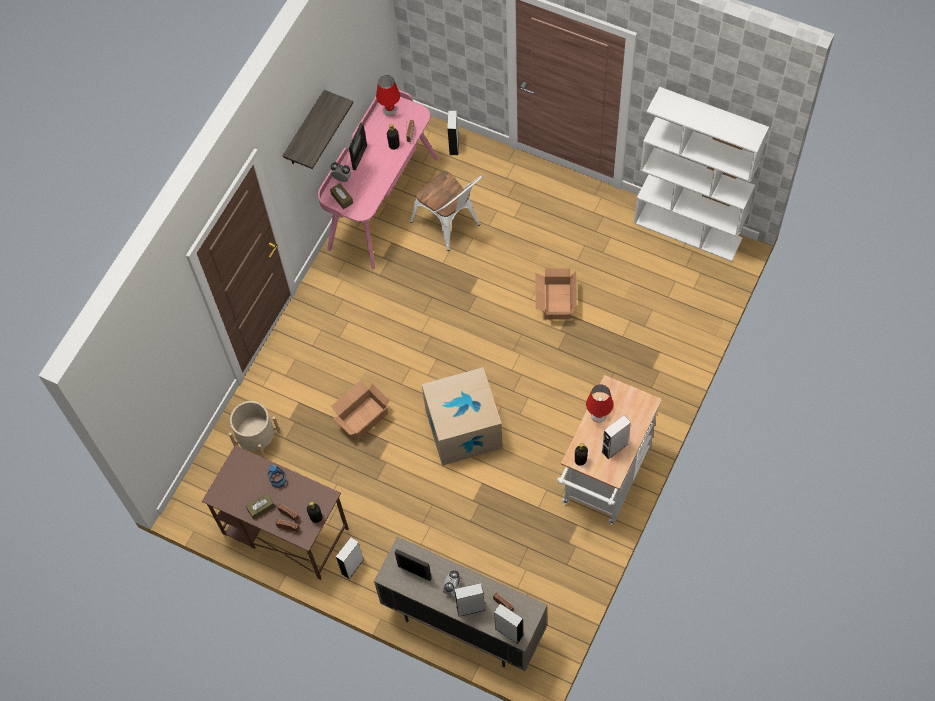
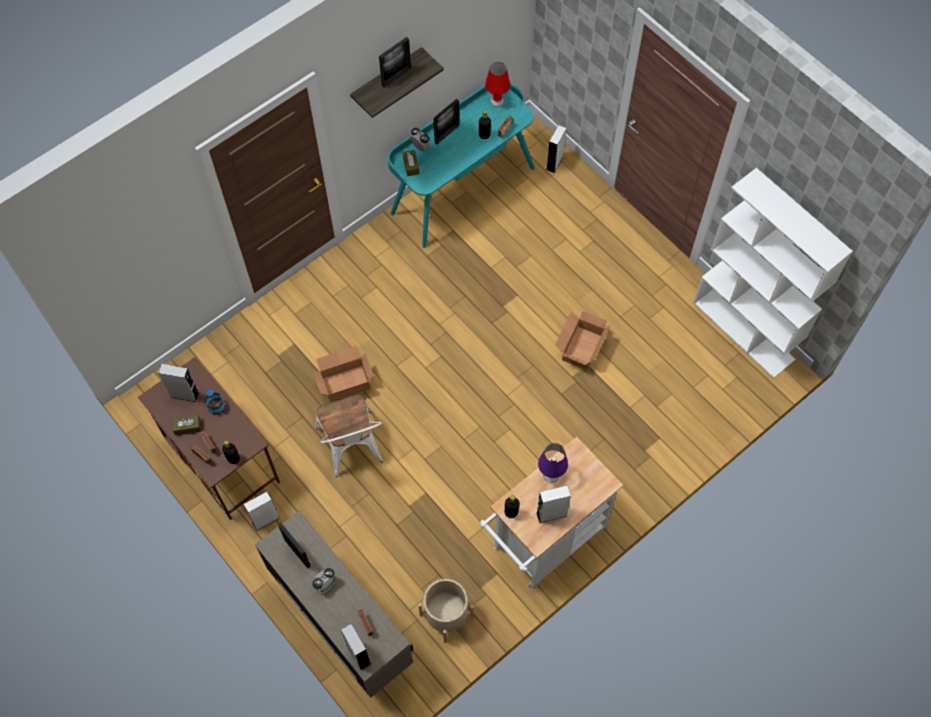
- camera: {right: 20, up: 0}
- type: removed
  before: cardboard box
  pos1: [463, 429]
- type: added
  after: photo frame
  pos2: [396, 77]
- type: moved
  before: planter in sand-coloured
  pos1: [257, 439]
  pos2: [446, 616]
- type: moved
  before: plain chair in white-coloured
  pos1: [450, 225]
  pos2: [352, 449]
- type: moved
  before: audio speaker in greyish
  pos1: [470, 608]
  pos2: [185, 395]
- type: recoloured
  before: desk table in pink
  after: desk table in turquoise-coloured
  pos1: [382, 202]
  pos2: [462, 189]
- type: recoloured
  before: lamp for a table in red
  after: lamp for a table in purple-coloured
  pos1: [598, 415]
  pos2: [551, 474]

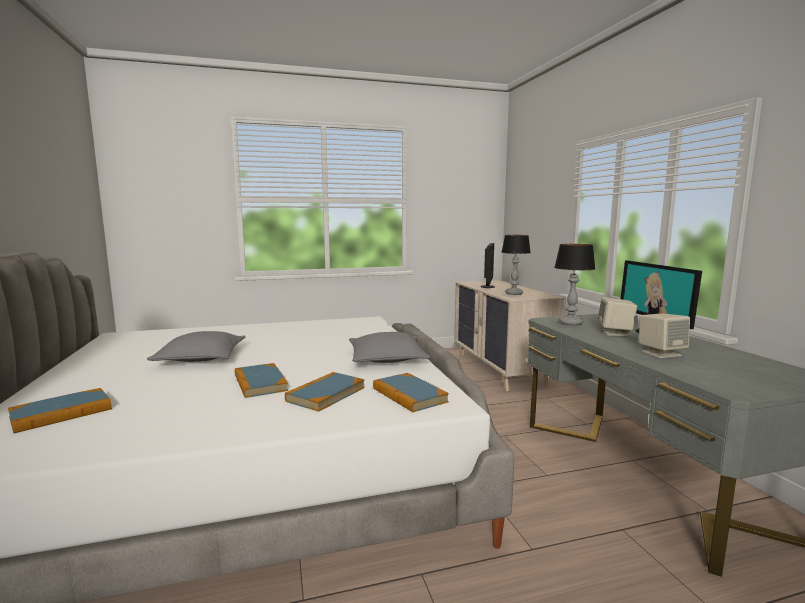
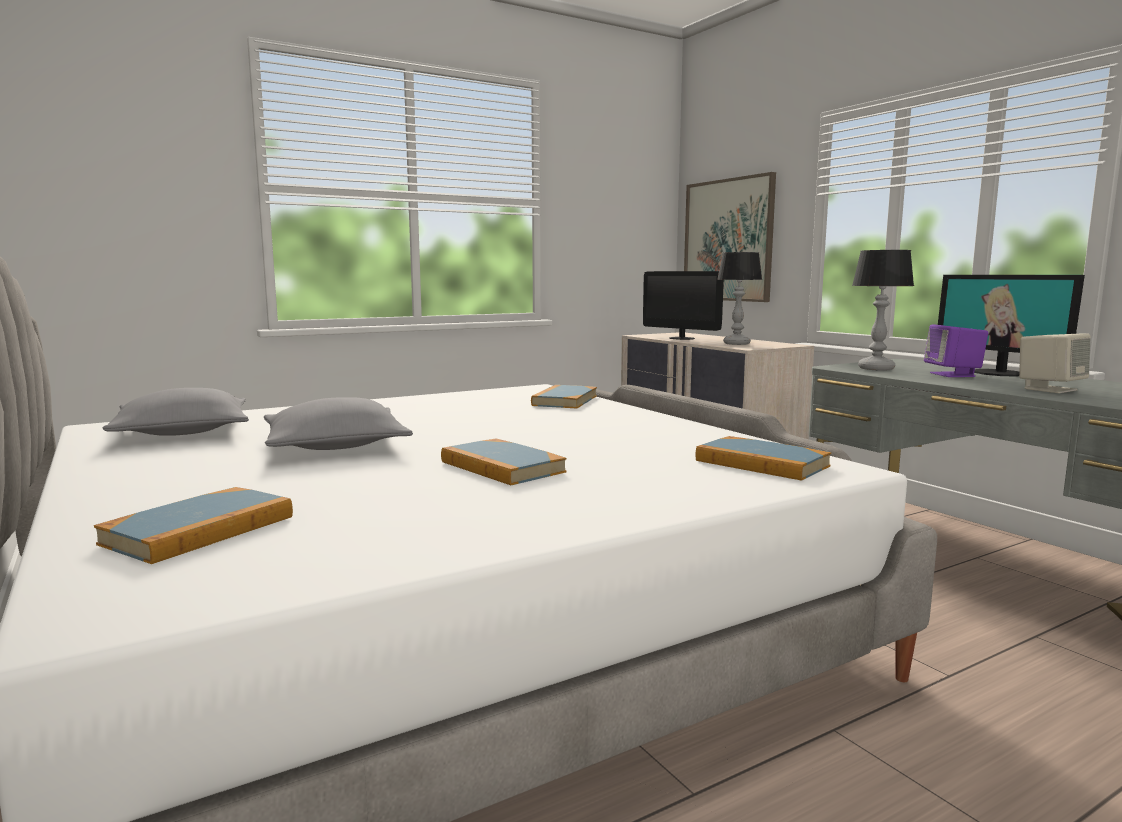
- camera: {right: -15, up: 0}
- type: added
  after: picture
  pos2: [728, 240]
- type: moved
  before: bound book
  pos1: [326, 394]
  pos2: [564, 400]
- type: moved
  before: throw pillow in greyish
  pos1: [387, 359]
  pos2: [183, 432]
- type: recoloured
  before: audio speaker in sand-coloured
  after: audio speaker in purple-coloured
  pos1: [615, 333]
  pos2: [953, 375]
- type: turned
  before: computer screen
  pos1: [487, 286]
  pos2: [682, 338]
  turn: 135

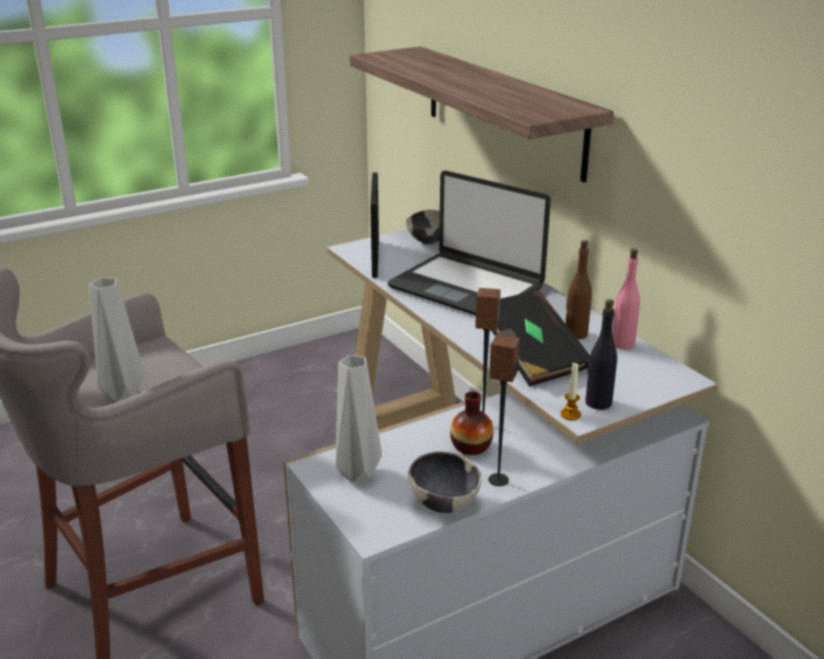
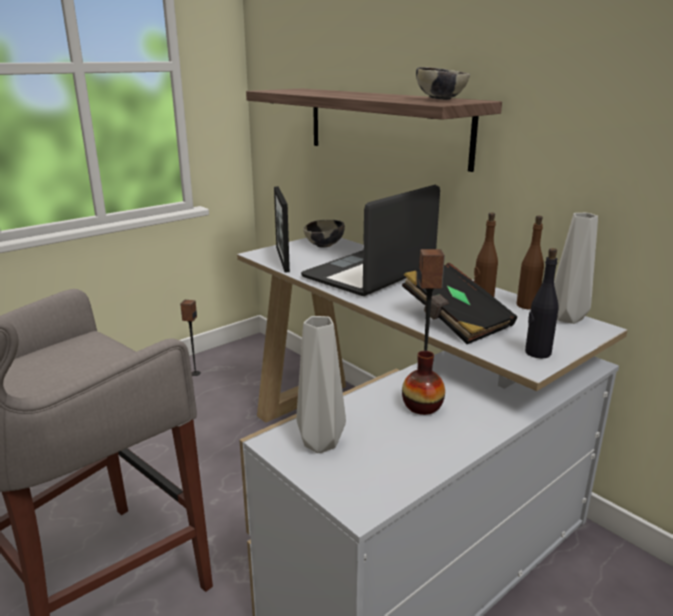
- camera: {right: -10, up: -5}
- type: removed
  before: wax candle
  pos1: [570, 414]
- type: moved
  before: vase in greyish
  pos1: [124, 394]
  pos2: [569, 318]
- type: moved
  before: deep dish
  pos1: [444, 503]
  pos2: [440, 99]
- type: moved
  before: audio speaker
  pos1: [498, 480]
  pos2: [195, 373]
- type: recoloured
  before: drink bottle in pink
  after: drink bottle in brown-coloured
  pos1: [623, 344]
  pos2: [527, 305]
- type: turned
  before: notebook computer
  pos1: [467, 287]
  pos2: [370, 274]
  turn: 105

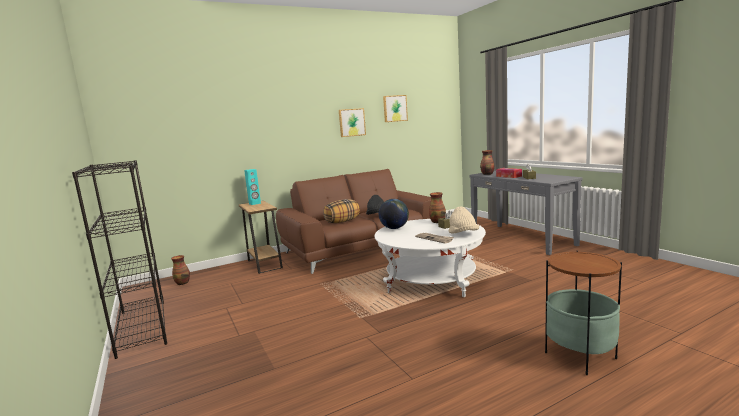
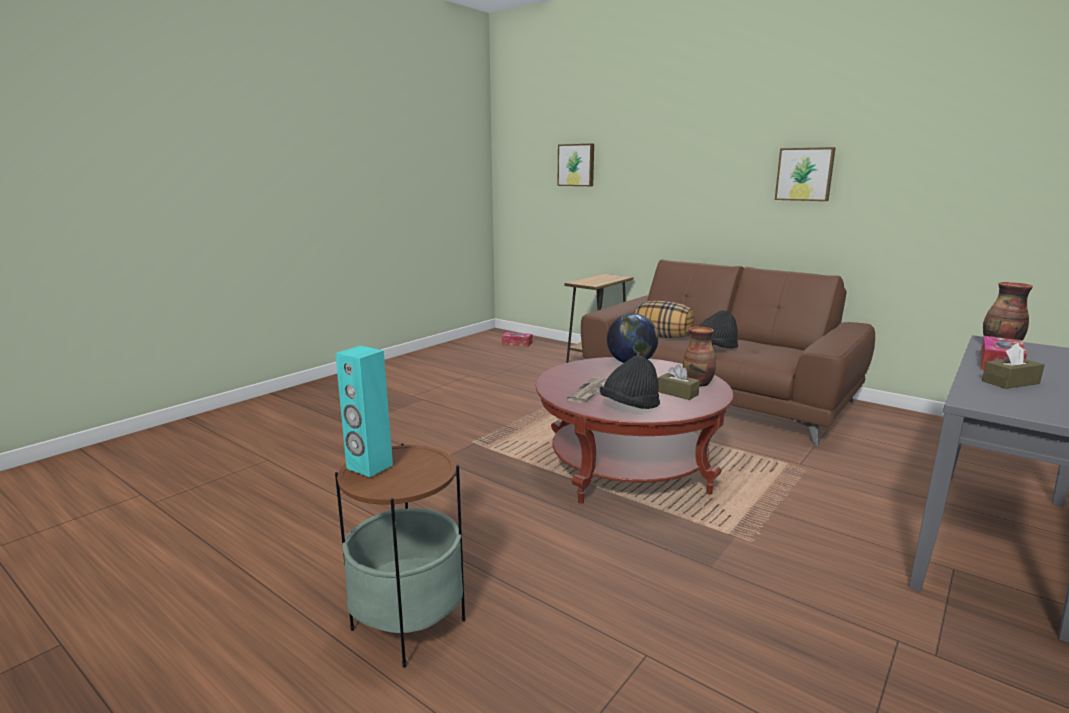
- camera: {right: 65, up: 5}
- type: removed
  before: shelving unit in blackish
  pos1: [142, 327]
- type: moved
  before: audio speaker in turquoise-coloured
  pos1: [255, 203]
  pos2: [369, 467]
- type: moved
  before: picture
  pos1: [394, 108]
  pos2: [576, 165]
- type: replaced
  before: vase
  after: tissue box
  pos1: [183, 283]
  pos2: [517, 343]
- type: recoloured
  before: lounge table in white-coloured
  after: lounge table in red
  pos1: [431, 280]
  pos2: [628, 467]
- type: recoloured
  before: clothing hat in sand-coloured
  after: clothing hat in blackish
  pos1: [463, 234]
  pos2: [629, 407]

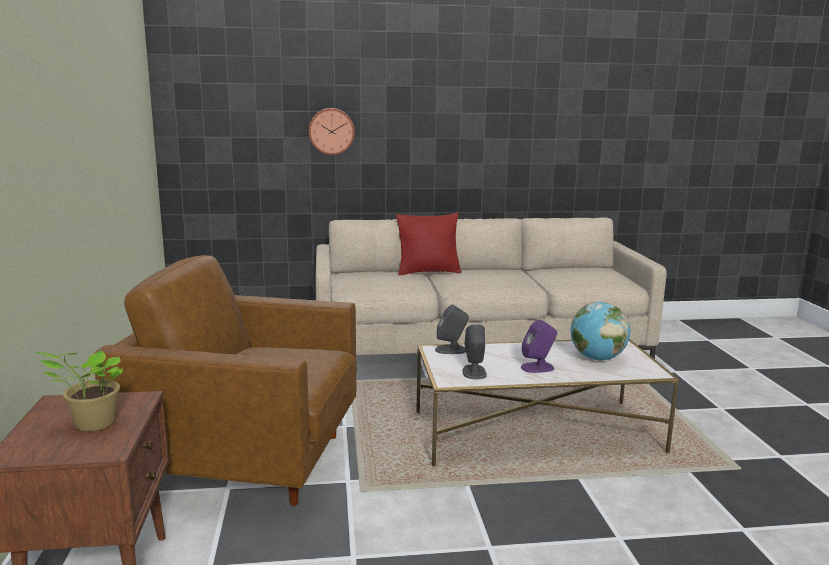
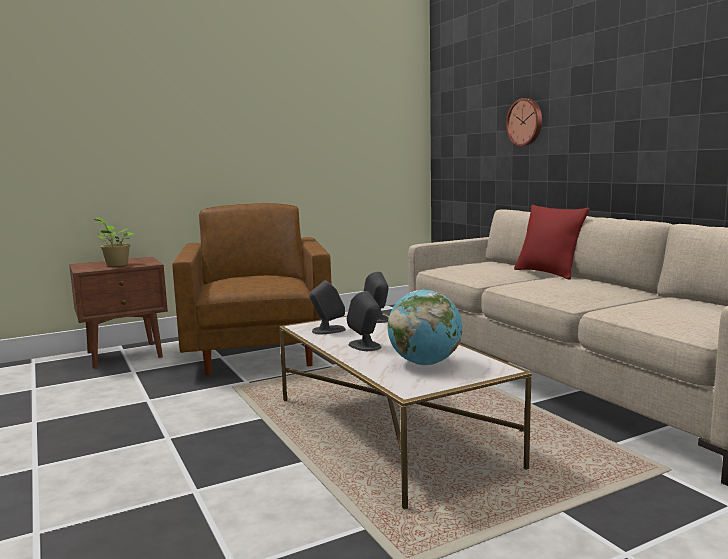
- camera: {right: 70, up: -5}
- type: recoloured
  before: audio speaker in purple-coloured
  after: audio speaker in greyish
  pos1: [538, 367]
  pos2: [365, 346]

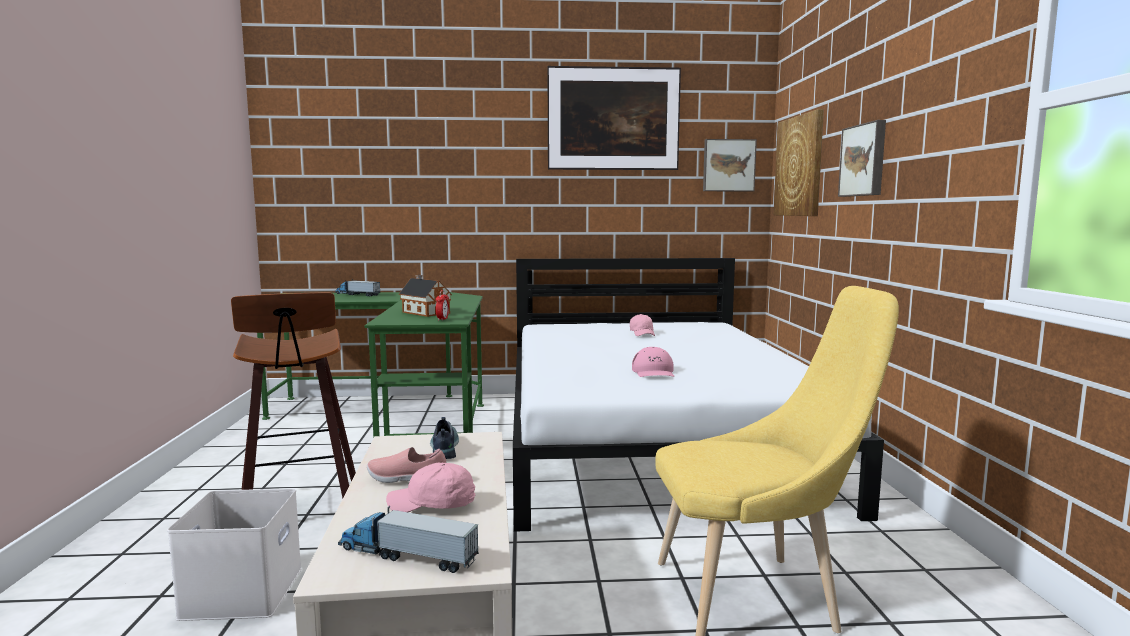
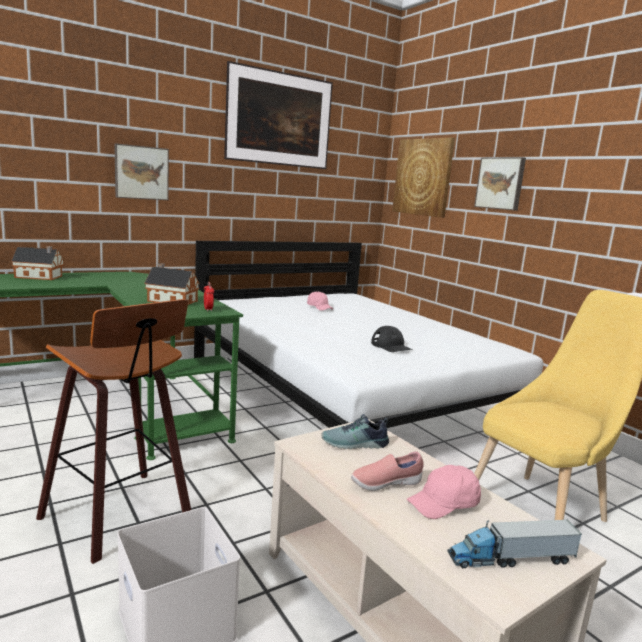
- camera: {right: -30, up: 5}
- type: moved
  before: picture
  pos1: [728, 165]
  pos2: [141, 172]
- type: replaced
  before: model truck
  after: miniature house
  pos1: [357, 294]
  pos2: [40, 277]
- type: recoloured
  before: cap in pink
  after: cap in blackish
  pos1: [653, 372]
  pos2: [391, 346]
- type: turned
  before: item of footwear
  pos1: [443, 449]
  pos2: [355, 444]
  turn: -60

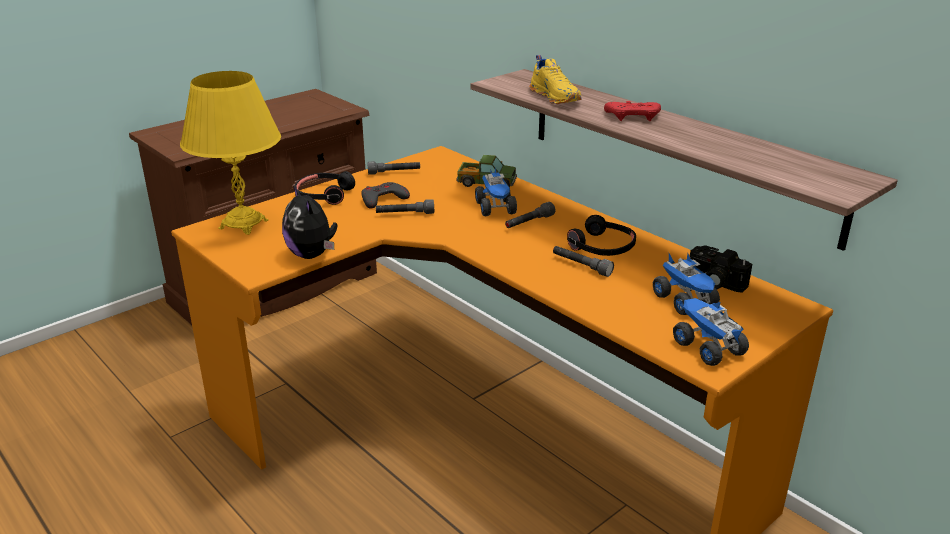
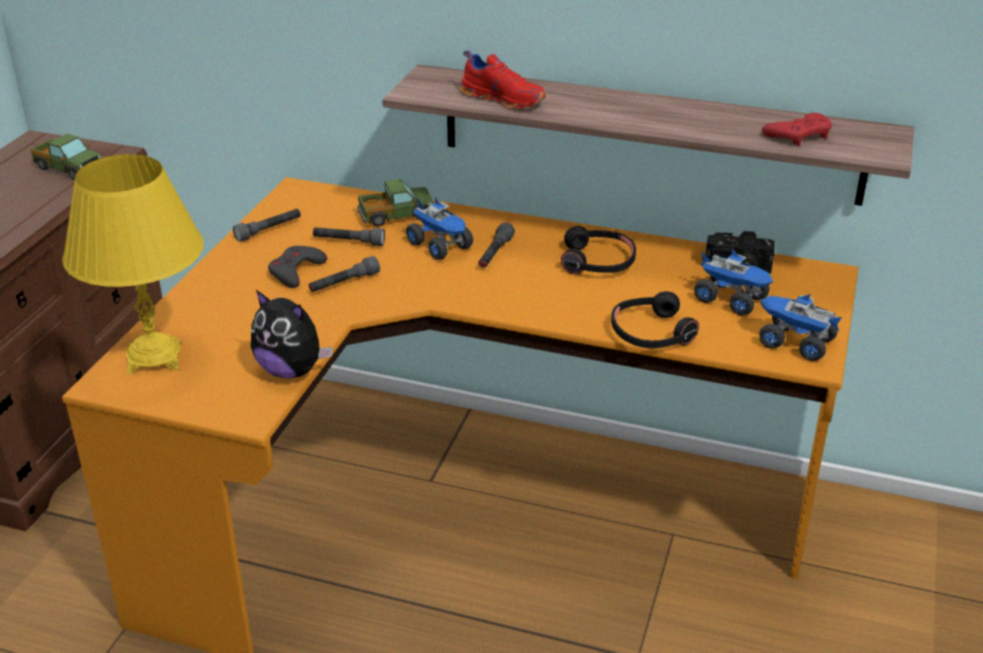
- camera: {right: -30, up: 5}
- type: added
  after: model truck
  pos2: [69, 169]
- type: moved
  before: pair of headphones in blackish
  pos1: [324, 195]
  pos2: [651, 333]
- type: moved
  before: torch in greyish
  pos1: [581, 266]
  pos2: [348, 242]
- type: moved
  before: gamepad in red
  pos1: [633, 116]
  pos2: [799, 135]
- type: recoloured
  before: item of footwear in yellow-coloured
  after: item of footwear in red
  pos1: [556, 97]
  pos2: [504, 99]

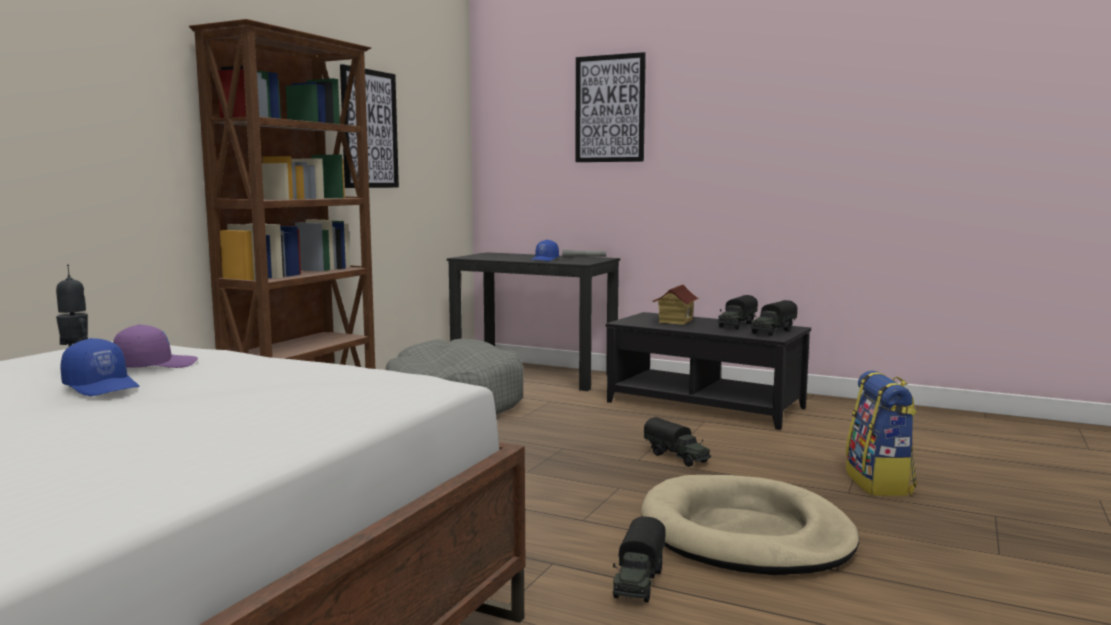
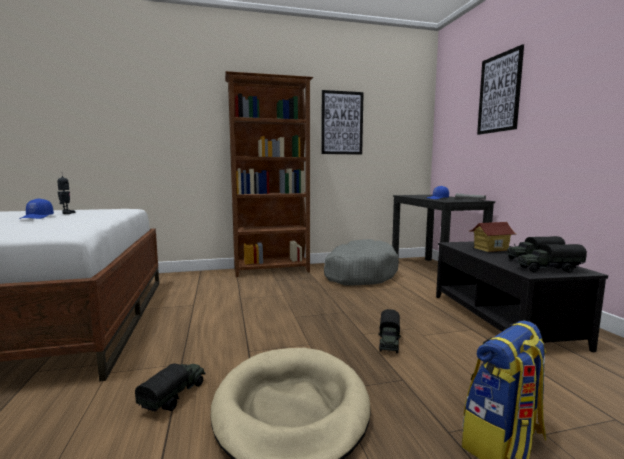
- camera: {right: 50, up: 0}
- type: removed
  before: cap in purple-coloured
  pos1: [155, 365]
- type: turned
  before: model truck
  pos1: [638, 581]
  pos2: [175, 396]
  turn: 135

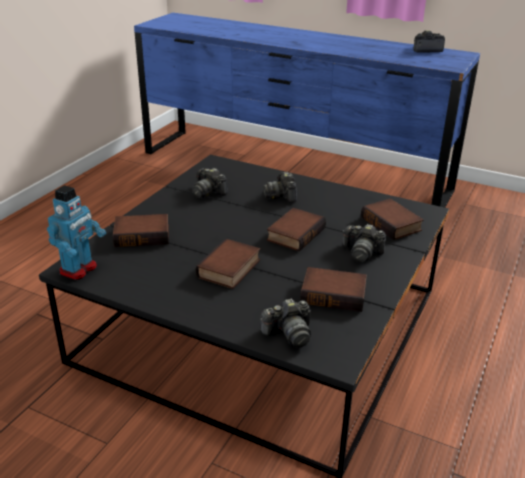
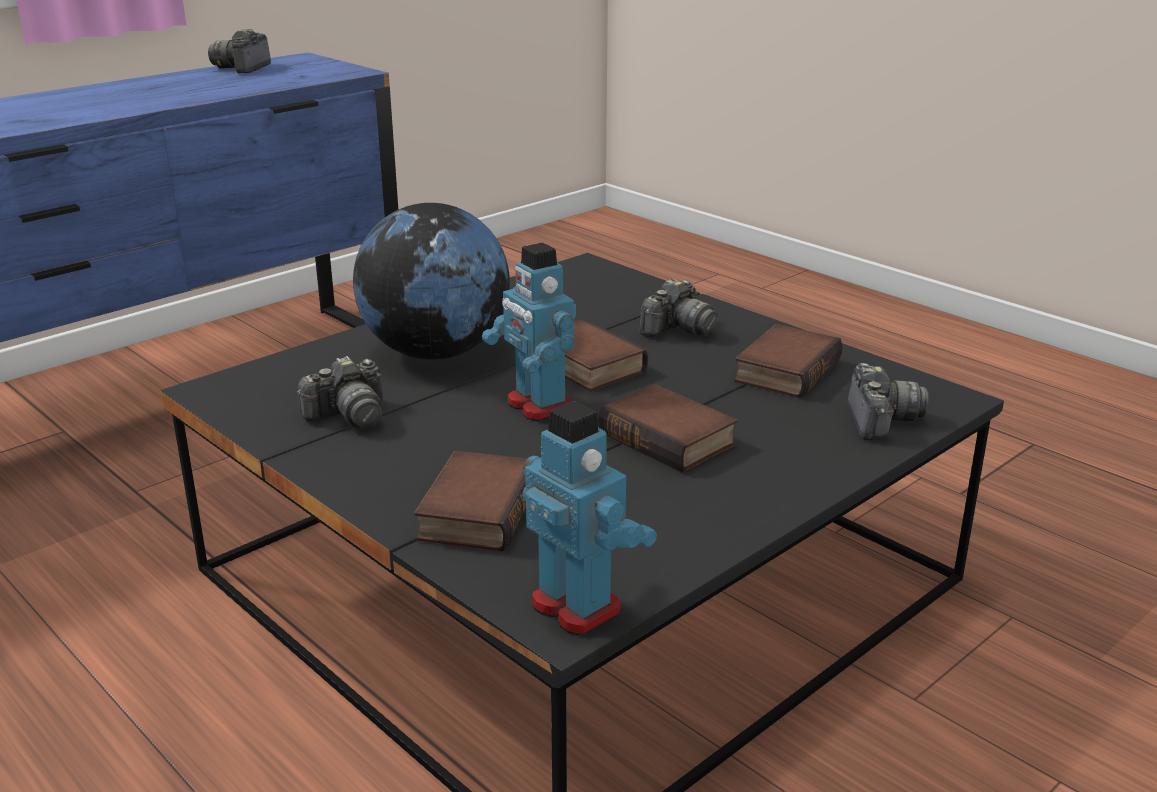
- camera: {right: -70, up: -5}
- type: removed
  before: bound book
  pos1: [392, 224]
- type: added
  after: robot figure
  pos2: [537, 406]
- type: replaced
  before: still camera
  after: desk globe
  pos1: [281, 196]
  pos2: [435, 352]

